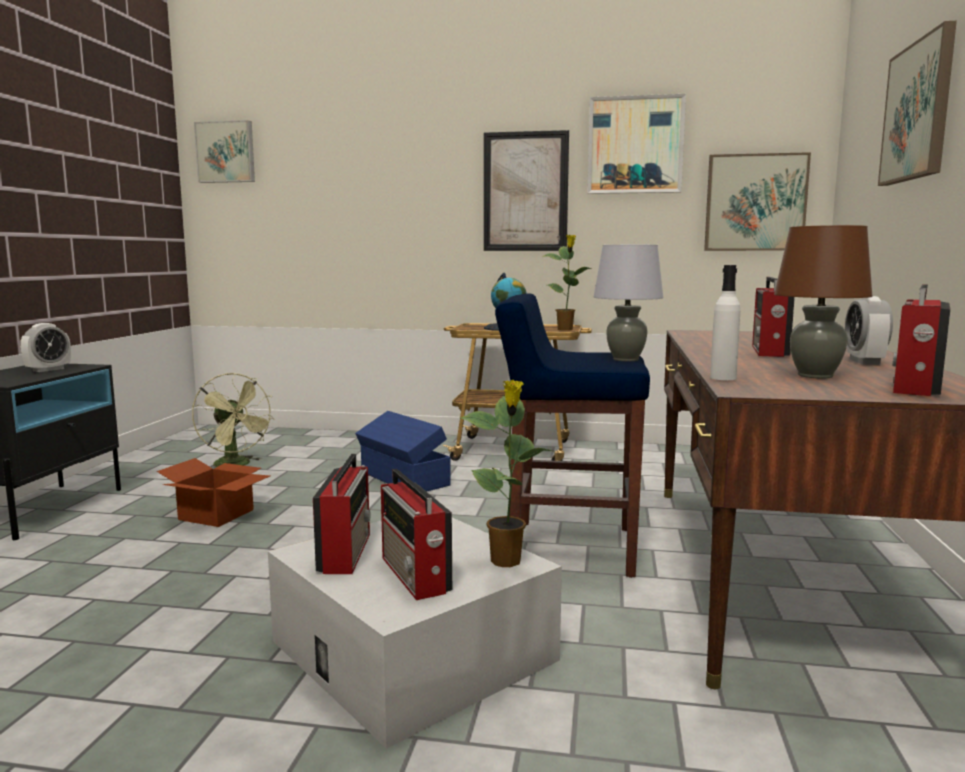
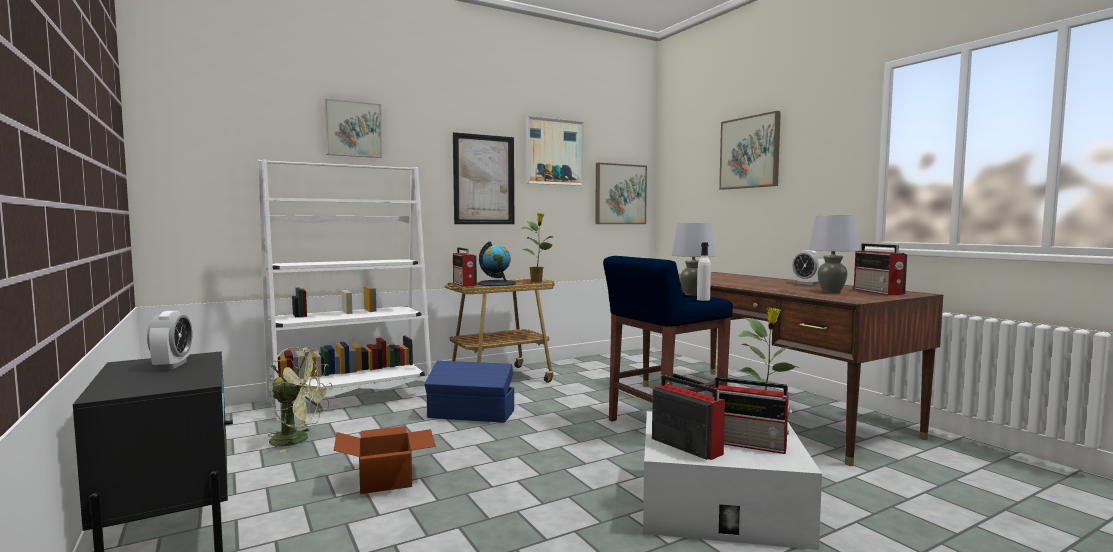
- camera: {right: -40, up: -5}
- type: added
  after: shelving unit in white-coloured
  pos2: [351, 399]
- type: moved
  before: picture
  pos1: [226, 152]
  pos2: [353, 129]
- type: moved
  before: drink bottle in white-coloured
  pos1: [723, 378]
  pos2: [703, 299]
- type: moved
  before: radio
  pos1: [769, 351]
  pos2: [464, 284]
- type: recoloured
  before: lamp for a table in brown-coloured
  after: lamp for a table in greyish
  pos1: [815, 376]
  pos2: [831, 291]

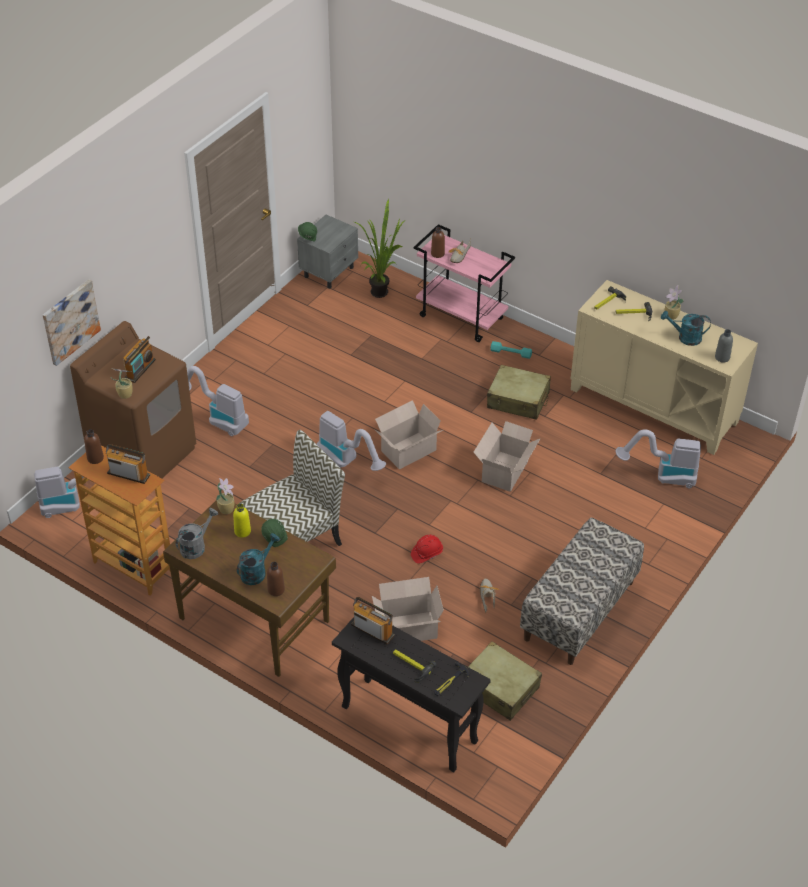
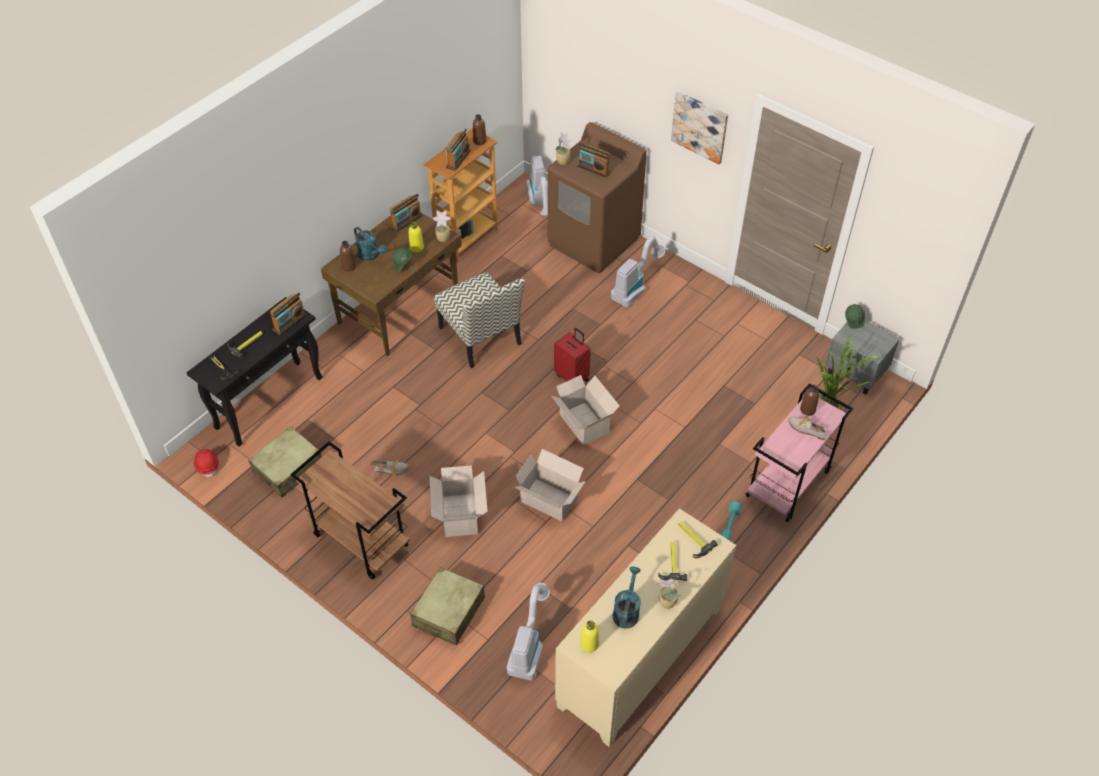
- camera: {right: 95, up: 5}
- type: moved
  before: picture
  pos1: [70, 321]
  pos2: [700, 126]
- type: moved
  before: cardboard box
  pos1: [407, 628]
  pos2: [460, 513]
- type: moved
  before: work helmet in red
  pos1: [426, 553]
  pos2: [207, 465]
- type: moved
  before: suitcase in sand-coloured
  pos1: [518, 400]
  pos2: [448, 612]
- type: replaced
  before: watering can in greyish
  after: radio
  pos1: [196, 546]
  pos2: [406, 221]
- type: replaced
  before: vacuum
  after: suitcase in red
  pos1: [347, 462]
  pos2: [572, 376]
- type: replaced
  before: bench
  after: cart in brown-coloured
  pos1: [579, 611]
  pos2: [359, 540]
- type: recoloured
  before: drink bottle in greyish
  after: drink bottle in yellow-coloured
  pos1: [722, 357]
  pos2: [589, 644]

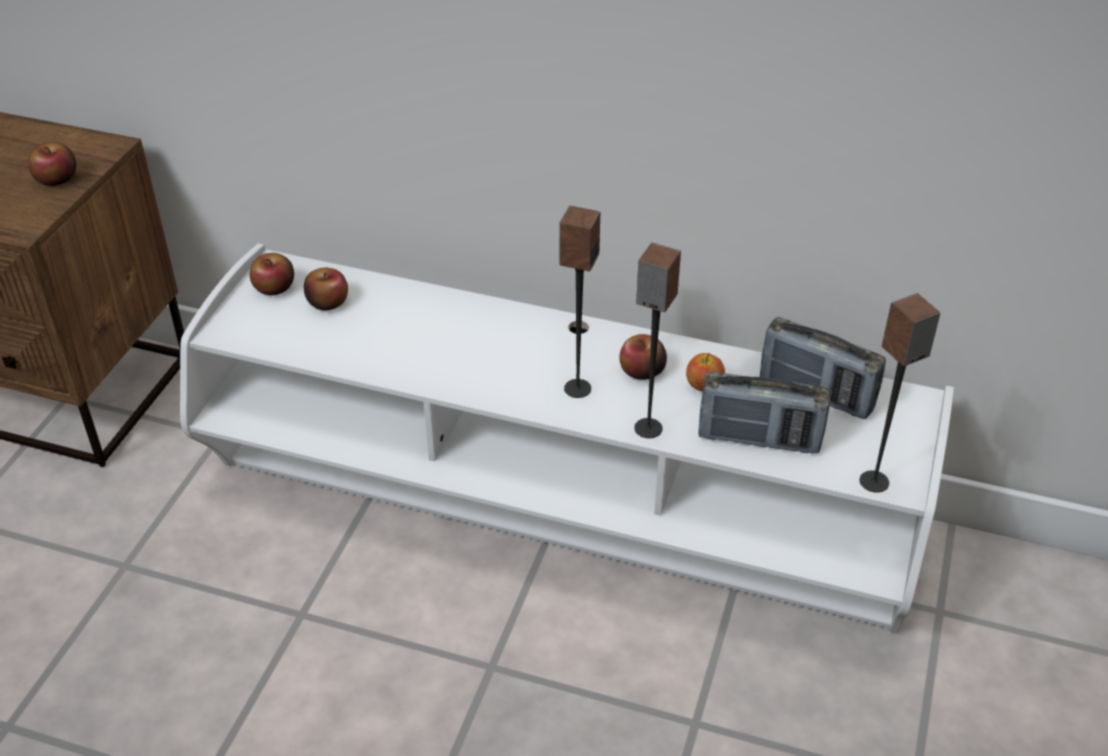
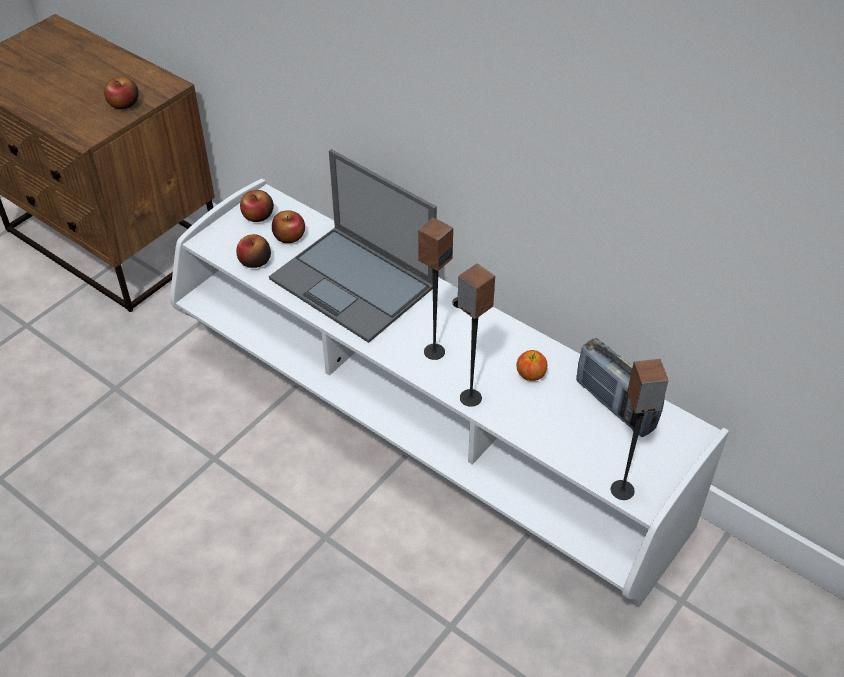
- camera: {right: 20, up: 5}
- type: removed
  before: radio
  pos1: [759, 439]
- type: added
  after: notebook computer
  pos2: [354, 283]
- type: moved
  before: apple
  pos1: [642, 371]
  pos2: [255, 261]

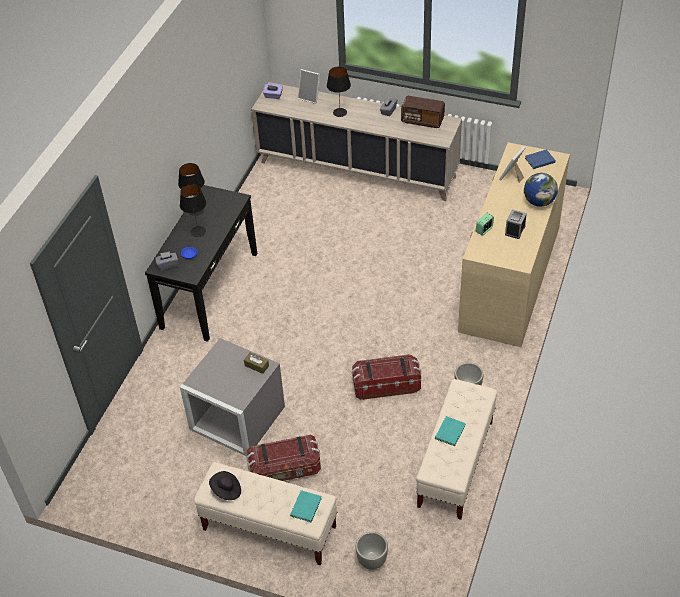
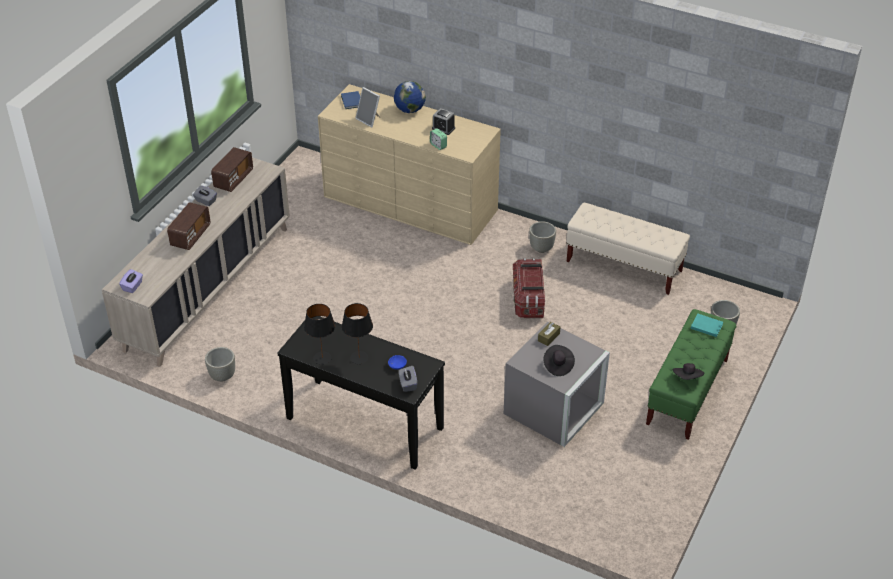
- camera: {right: -85, up: -5}
- type: removed
  before: storage box
  pos1: [285, 470]
- type: removed
  before: photo frame
  pos1: [310, 97]
- type: removed
  before: bound book in turquoise-coloured
  pos1: [451, 431]
- type: added
  after: planter in greyish
  pos2: [222, 376]
- type: added
  after: clothing hat in blackish
  pos2: [558, 365]
- type: replaced
  before: lamp for a table in blackish
  after: radio
  pos1: [340, 112]
  pos2: [190, 236]
- type: recoloured
  before: bench in sand-coloured
  after: bench in greenish
  pos1: [269, 528]
  pos2: [687, 392]

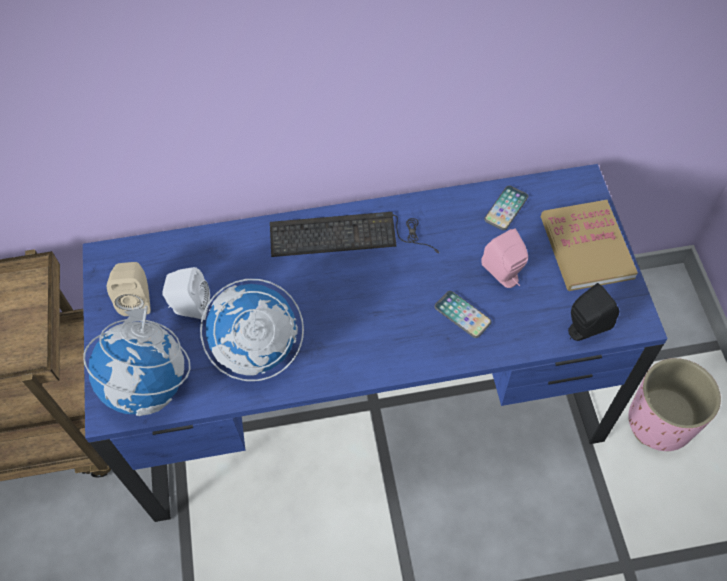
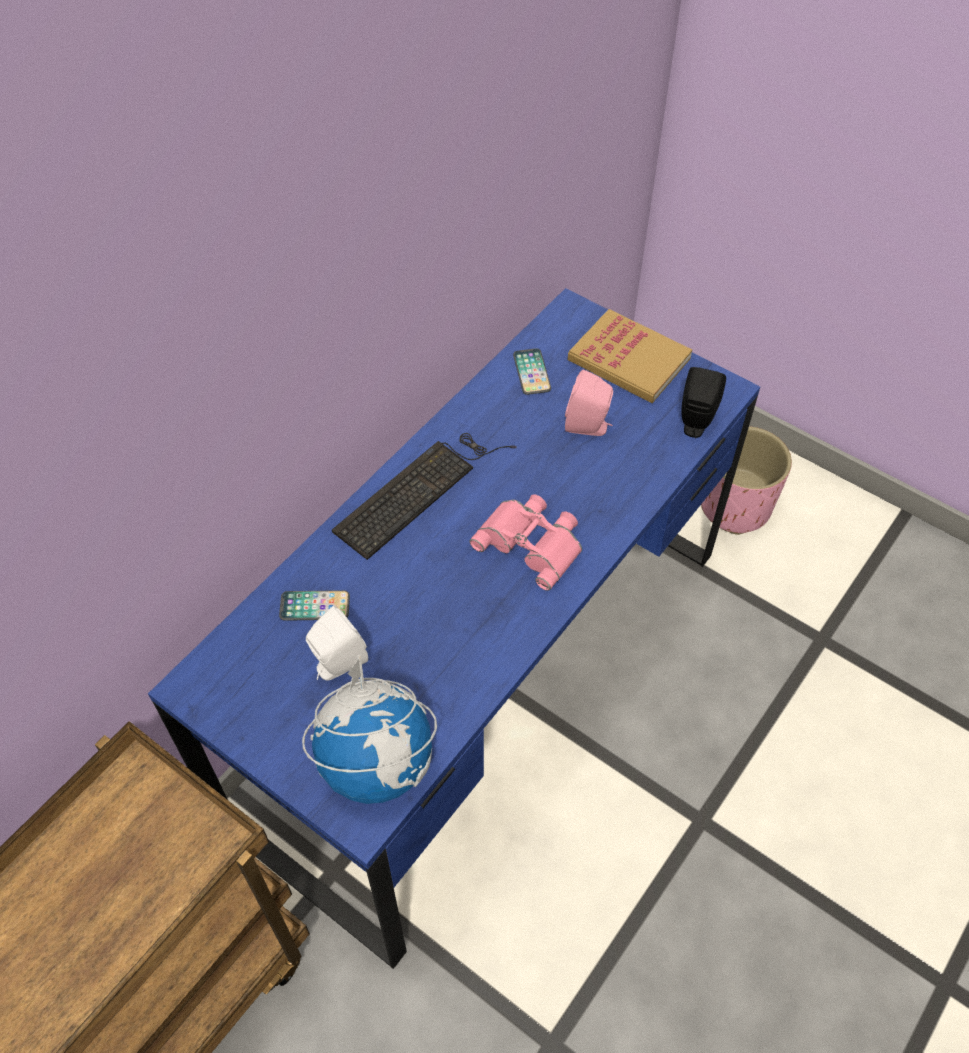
- camera: {right: -45, up: -5}
- type: removed
  before: audio speaker in sand-coloured
  pos1: [137, 300]
- type: removed
  before: desk globe
  pos1: [256, 351]
- type: added
  after: field glasses in pink
  pos2: [532, 542]
- type: moved
  before: telephone
  pos1: [462, 315]
  pos2: [315, 606]

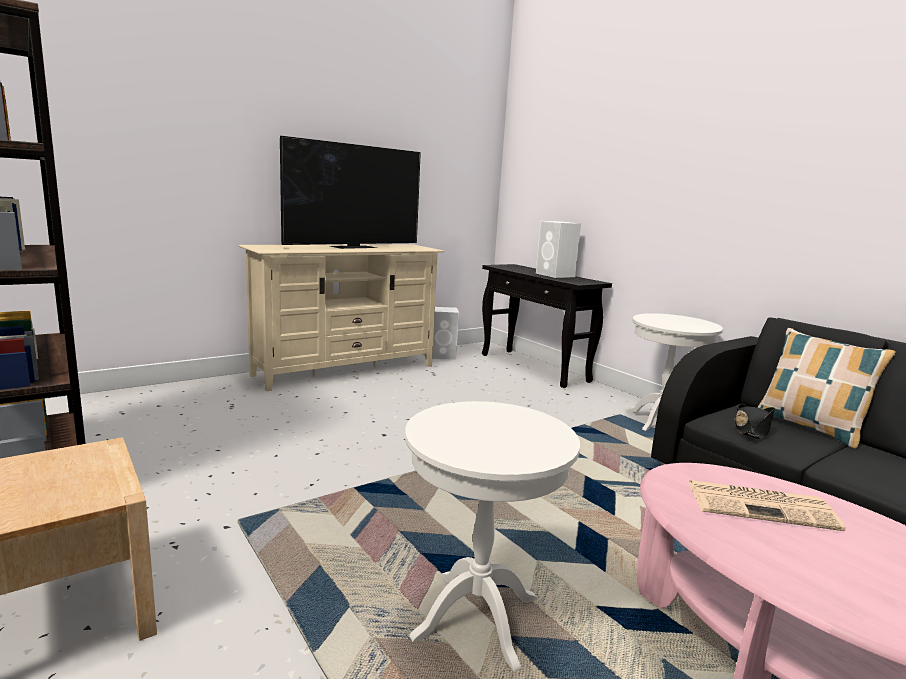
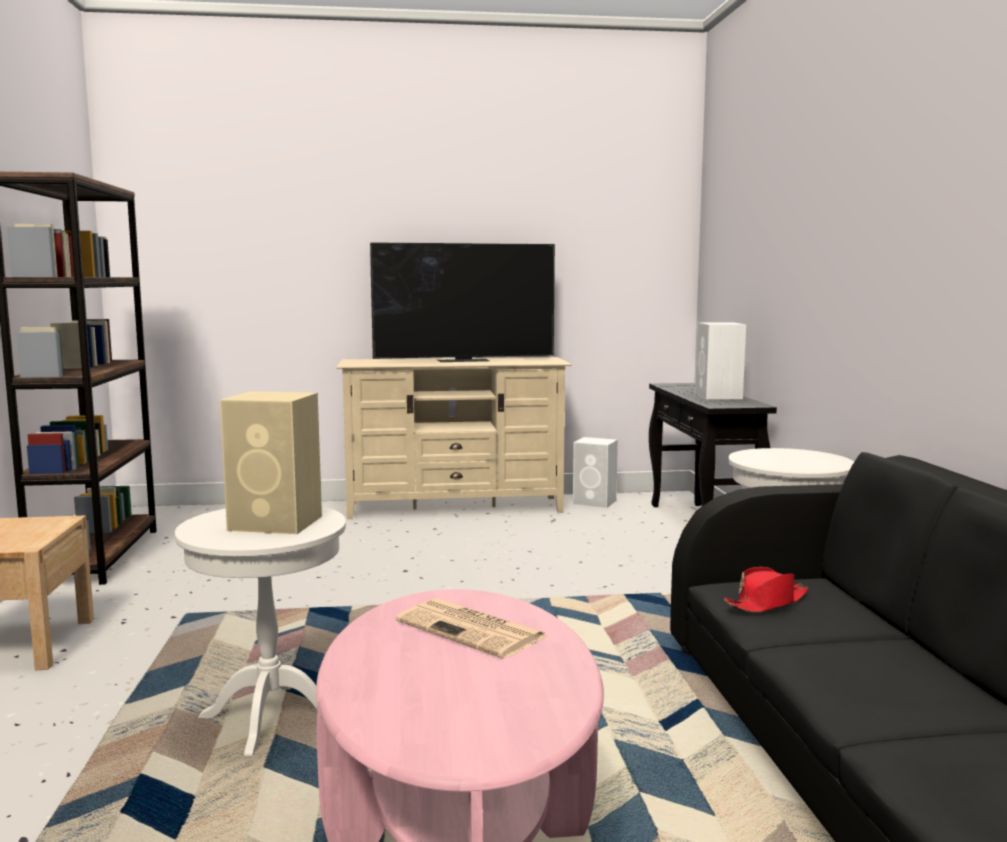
- camera: {right: 30, up: -5}
- type: removed
  before: throw pillow
  pos1: [809, 428]
- type: added
  after: audio speaker in sand-coloured
  pos2: [278, 523]
- type: recoloured
  before: clothing hat in blackish
  after: clothing hat in red
  pos1: [751, 429]
  pos2: [767, 603]

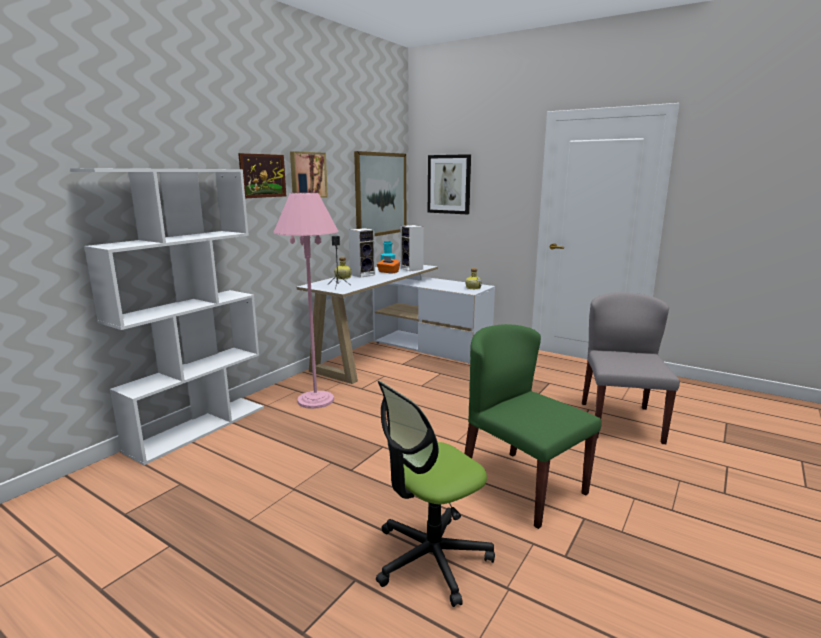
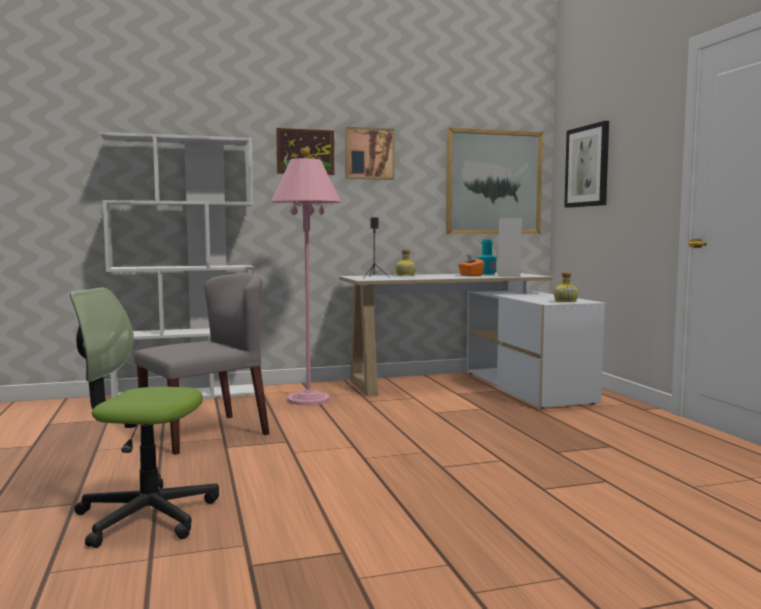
- camera: {right: 40, up: -10}
- type: removed
  before: audio speaker
  pos1: [363, 274]
- type: removed
  before: plain chair in greenish
  pos1: [522, 486]
- type: moved
  before: plain chair in greyish
  pos1: [620, 421]
  pos2: [206, 433]

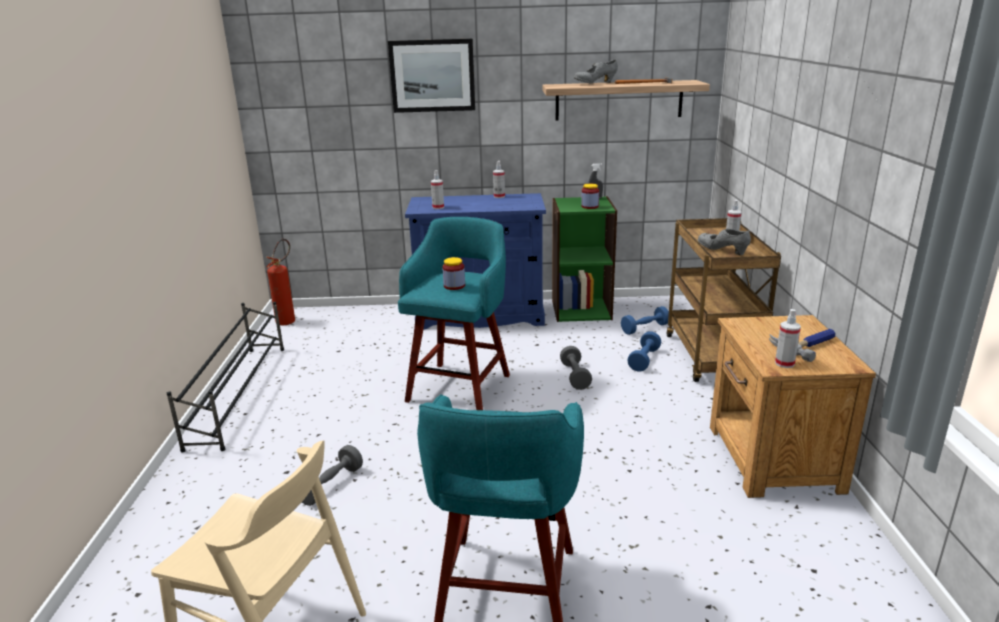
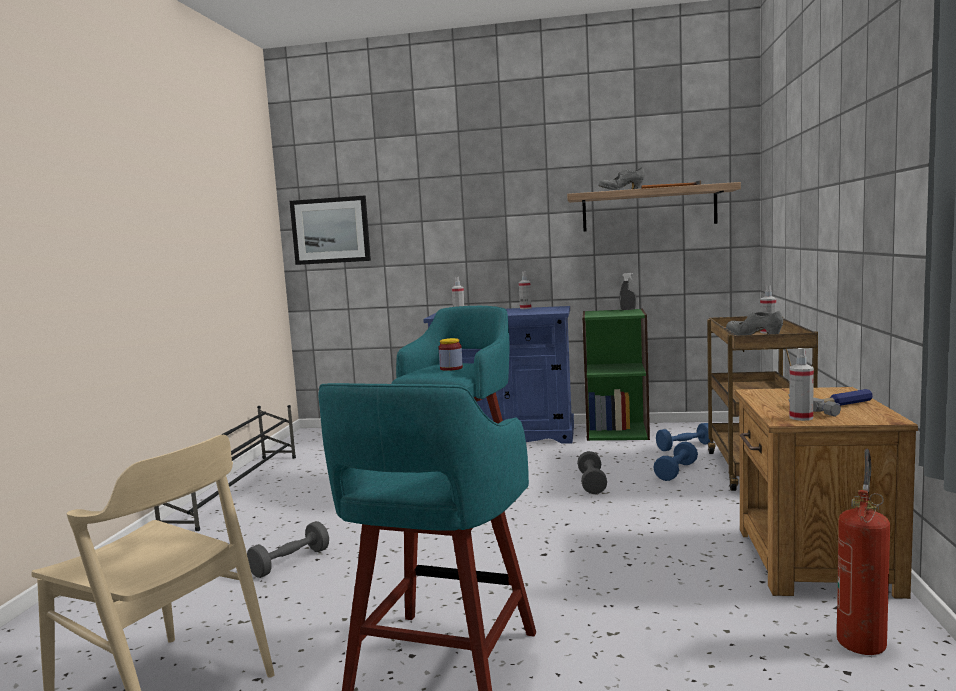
- camera: {right: 10, up: -15}
- type: removed
  before: jar
  pos1: [590, 206]
- type: moved
  before: extinguisher
  pos1: [288, 320]
  pos2: [862, 638]
- type: moved
  before: picture
  pos1: [432, 75]
  pos2: [330, 230]

